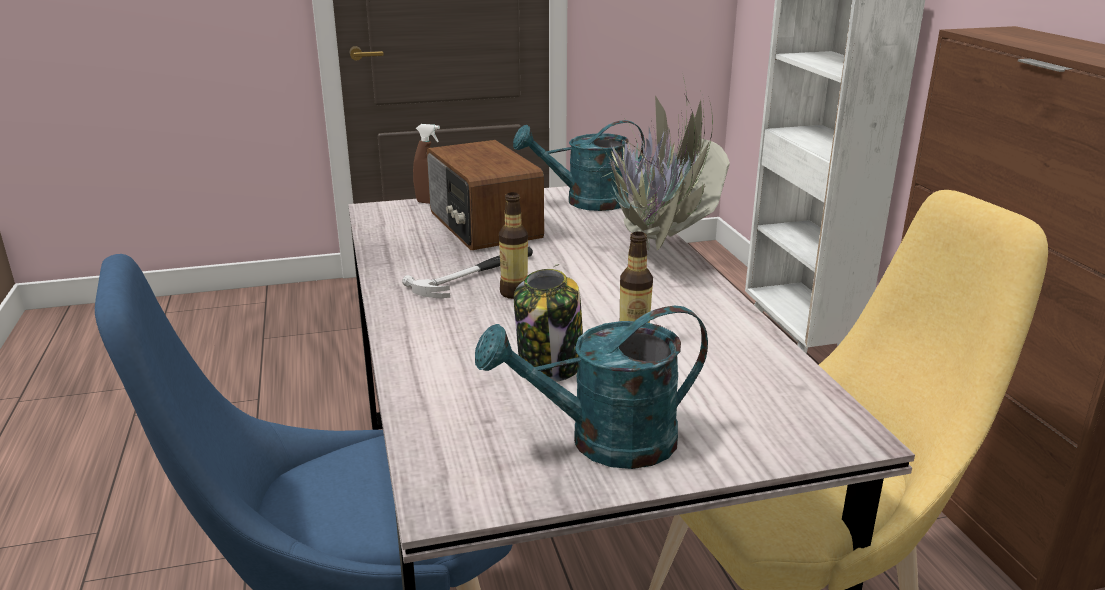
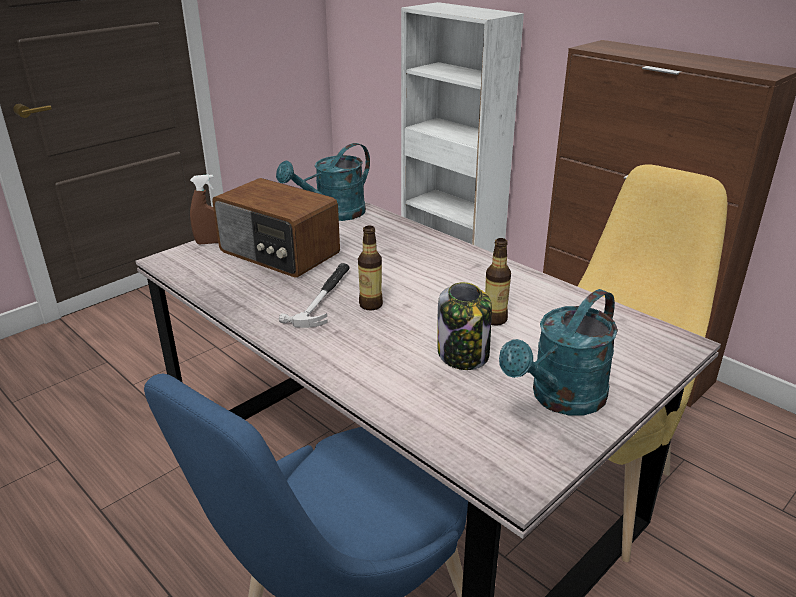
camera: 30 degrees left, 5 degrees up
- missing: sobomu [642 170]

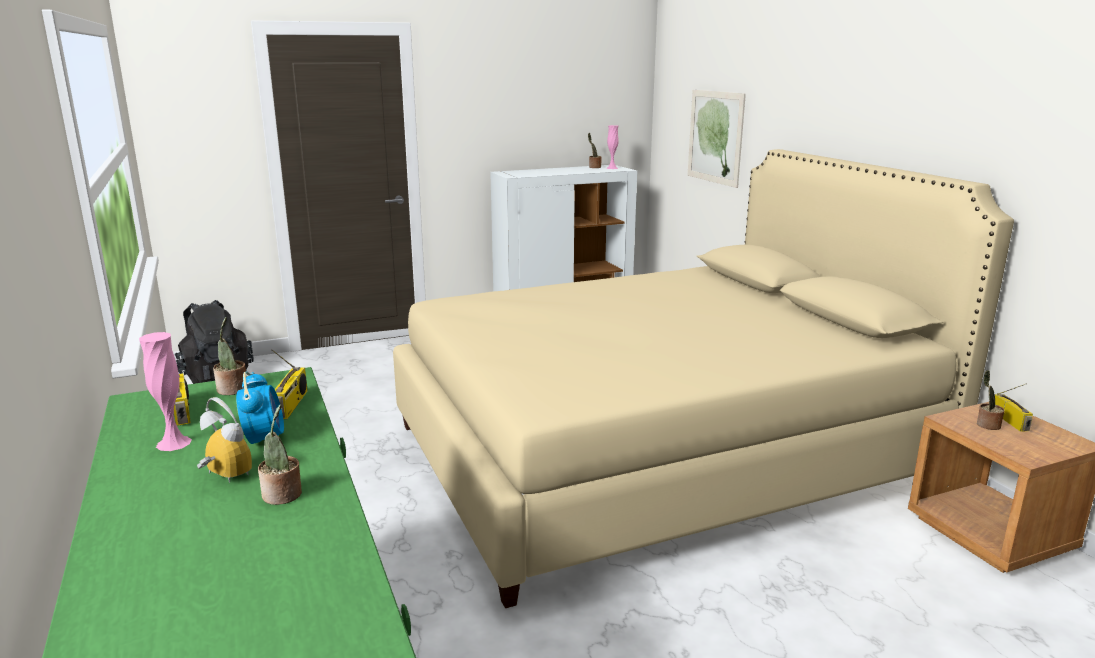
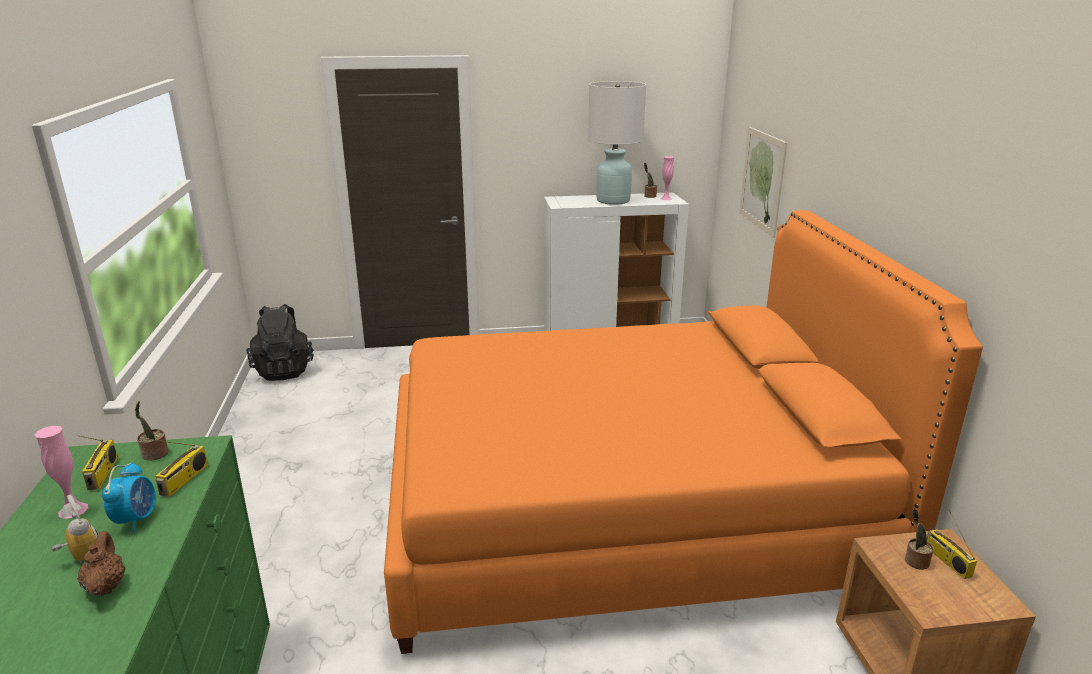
camera: 15 degrees right, 5 degrees up
- exchanged: sobomu [280 455] to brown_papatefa [101 564]
- colour: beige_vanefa [703 378] to orange_vanefa [683 432]
- spun: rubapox [1014 407] = [952 544] 150 degrees clockwise
- appeared: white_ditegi [617 143]

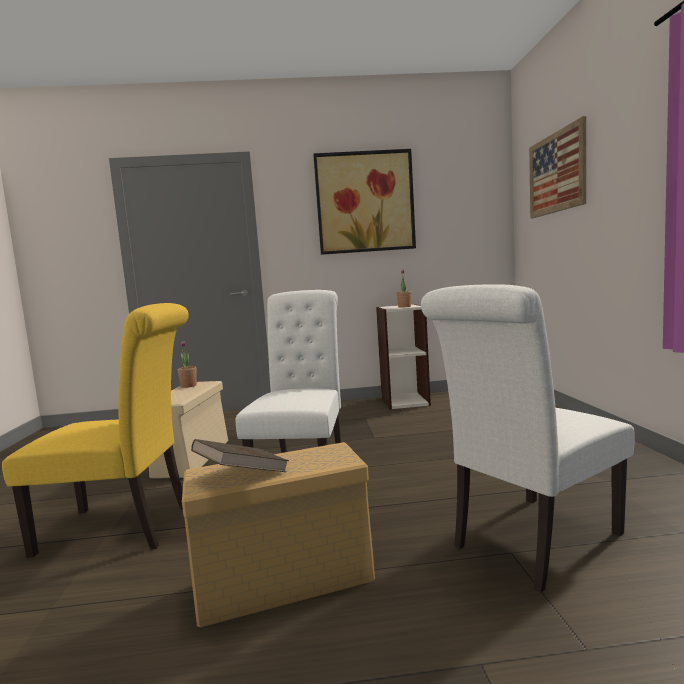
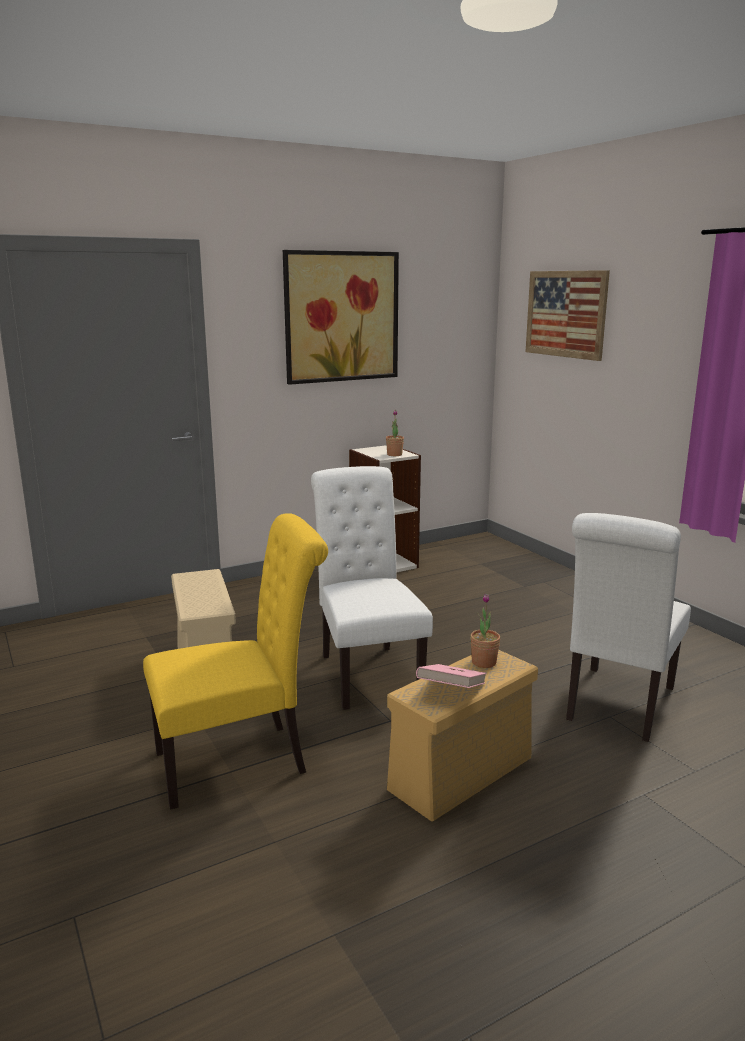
camera: 25 degrees left, 10 degrees up
- relocated: sobomu [187 364] to [485 631]
- colour: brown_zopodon [240 455] to pink_zopodon [451 676]

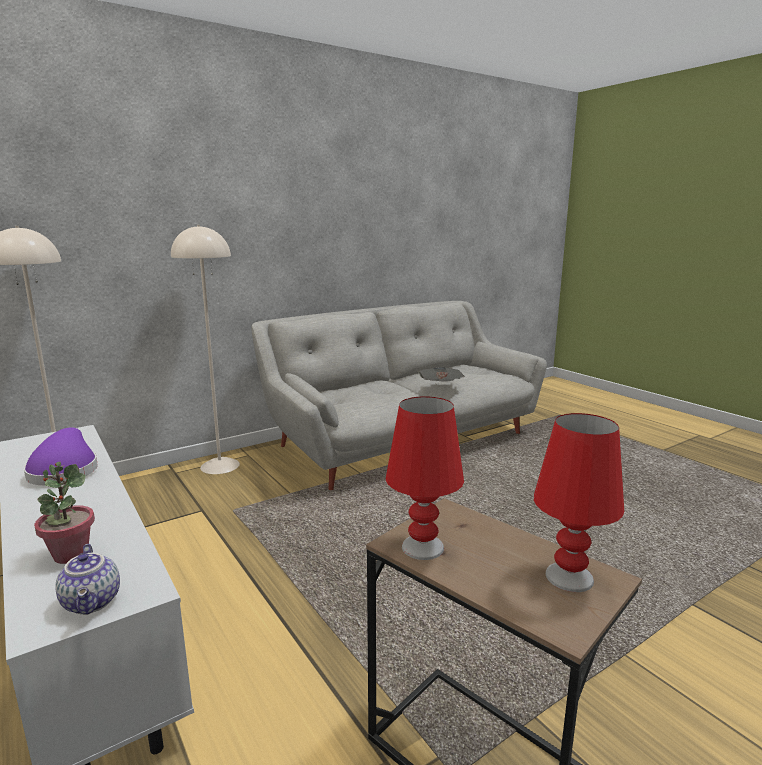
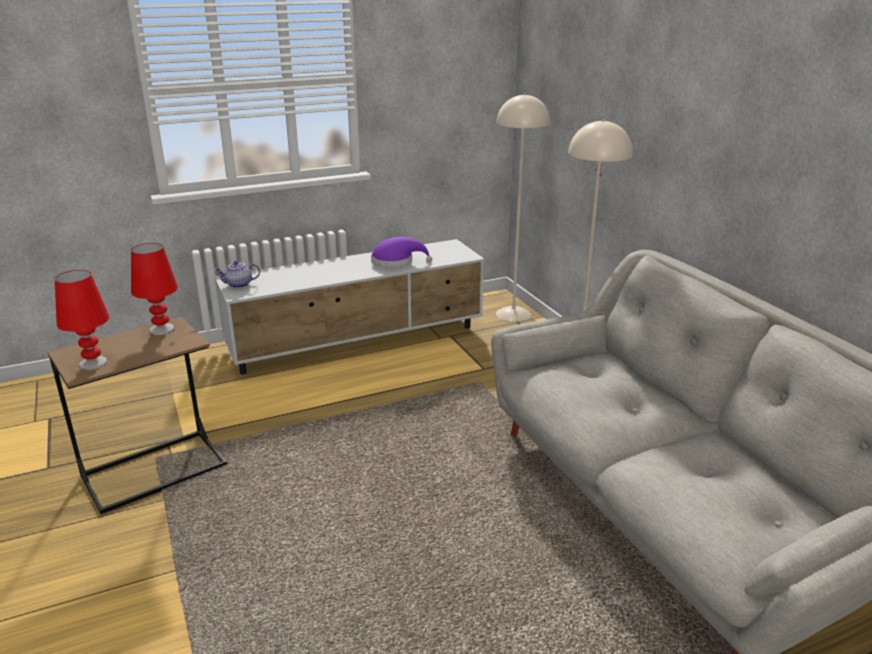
camera: 100 degrees right, 10 degrees up
- missing: sobomu [64 513]
- missing: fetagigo [440 374]

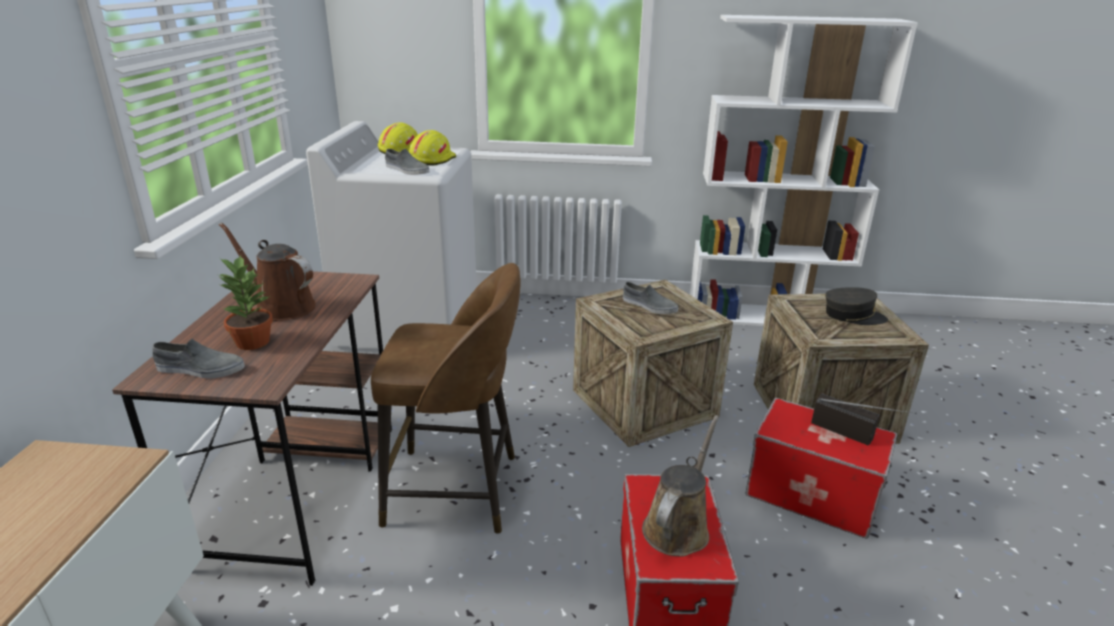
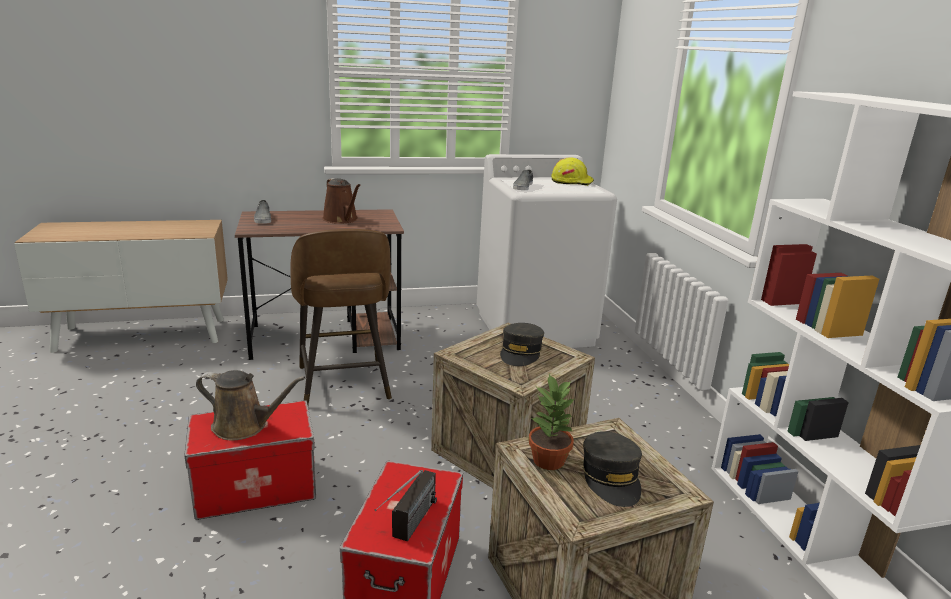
camera: 70 degrees right, 5 degrees down
- relocated: sobomu [245 302] to [552 422]
- spun: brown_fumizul [267 272] = [341 201] 135 degrees clockwise
- missing: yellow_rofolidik [432 148]
- exchanged: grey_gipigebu [650 298] to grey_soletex [522 344]

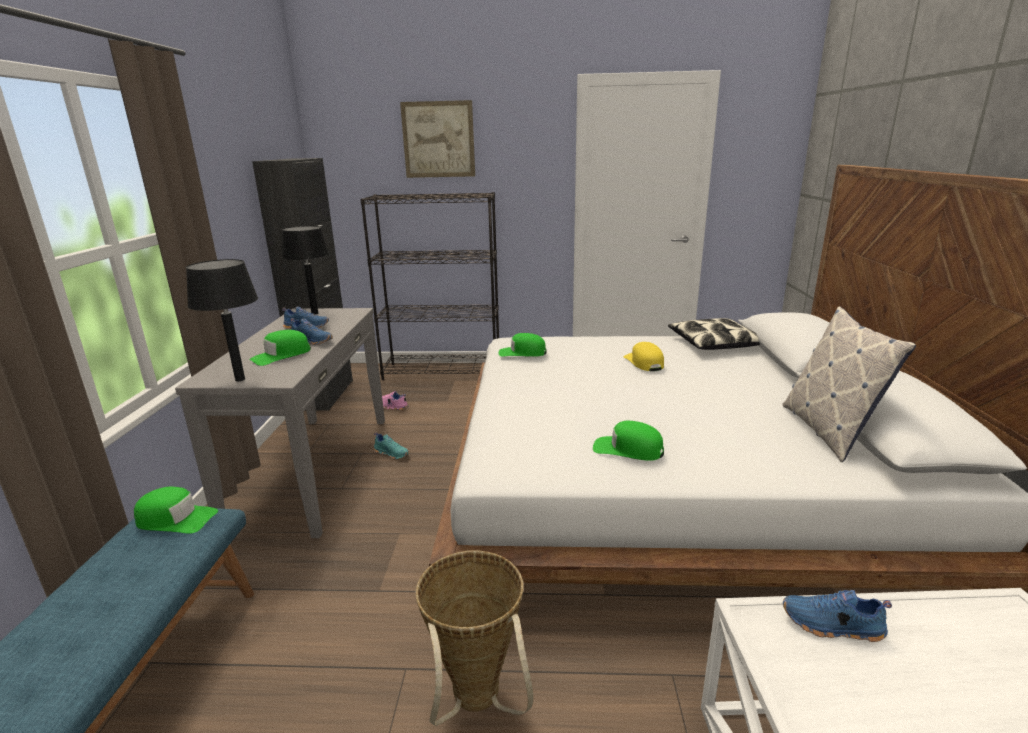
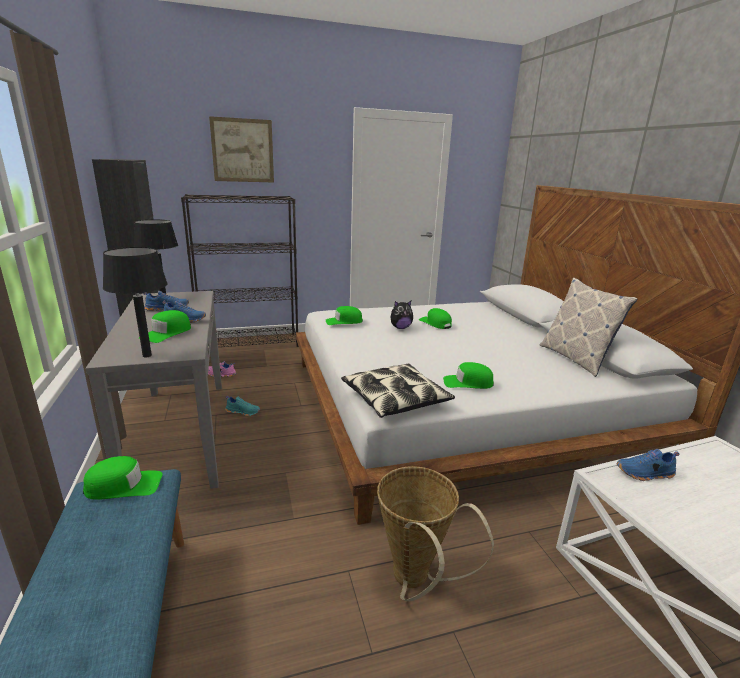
camera: 20 degrees left, 0 degrees up
- colour: yellow_soletex [643 356] to green_soletex [435 318]
- relocated: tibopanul [714 334] to [398 391]
- appeared: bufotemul [401 315]

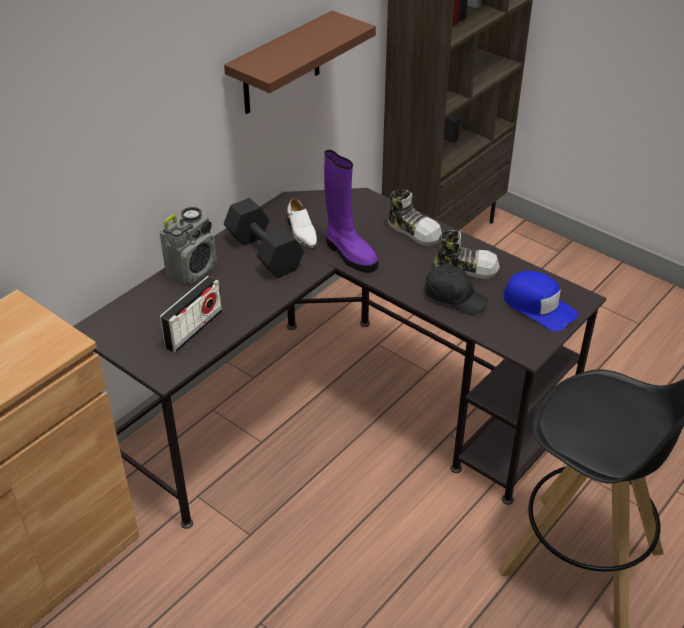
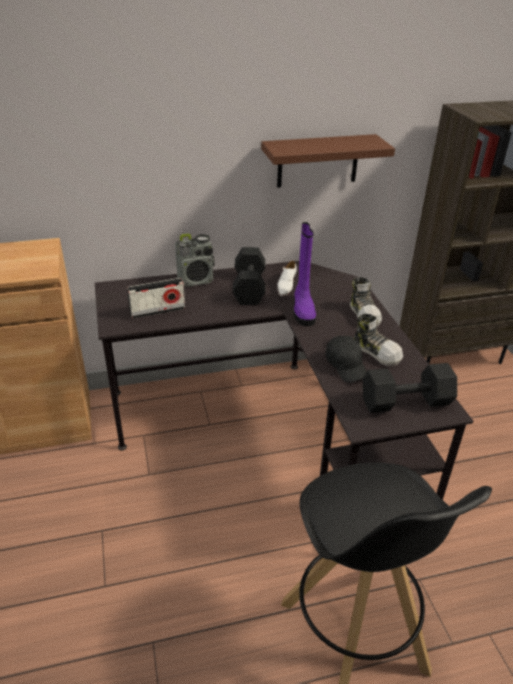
camera: 35 degrees right, 5 degrees down
- exchanged: blue_soletex [541 301] to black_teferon [410 388]

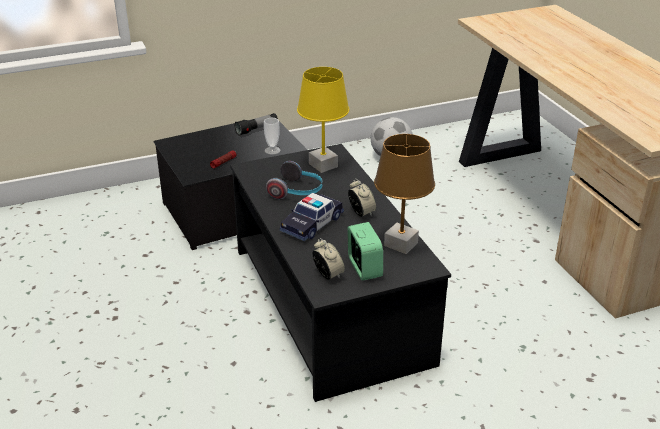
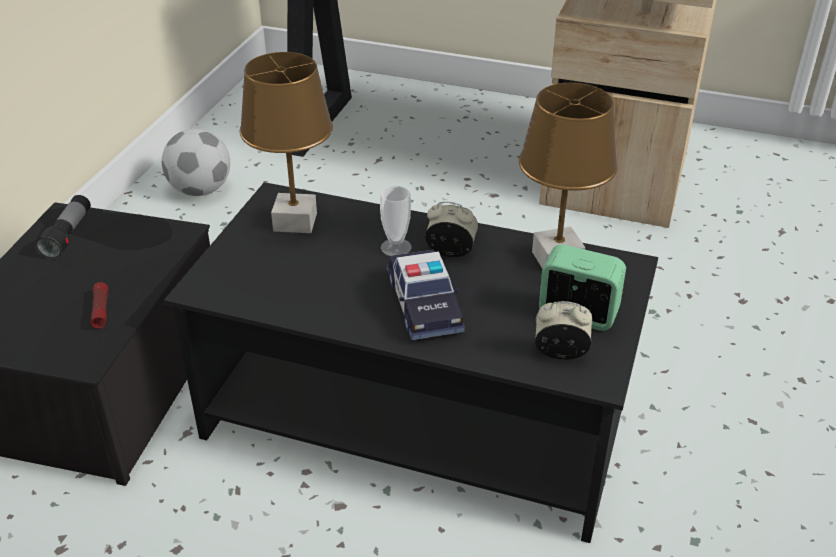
camera: 50 degrees left, 5 degrees up
- relocated: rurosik [272 136] to [396 221]
- missing: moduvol [294 180]
- colour: yellow_ditegi [323 120] to brown_ditegi [286 142]

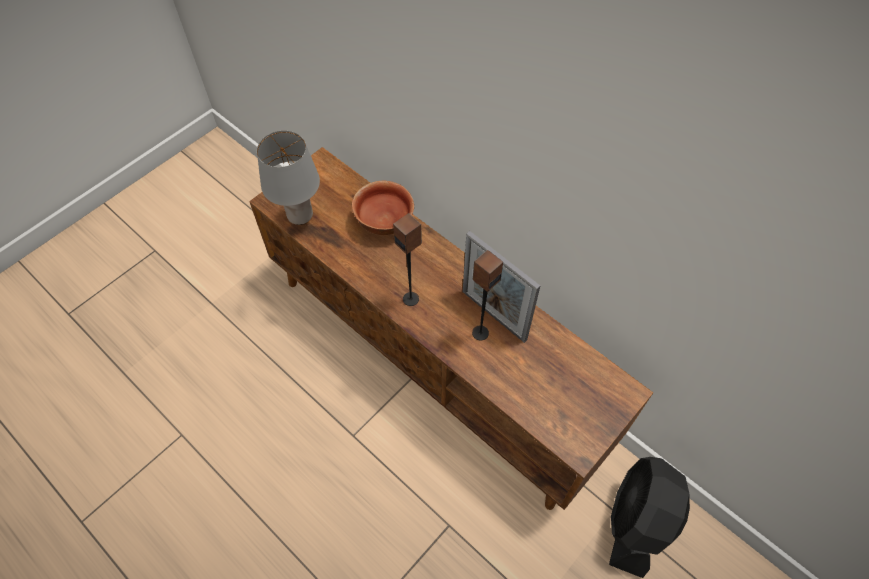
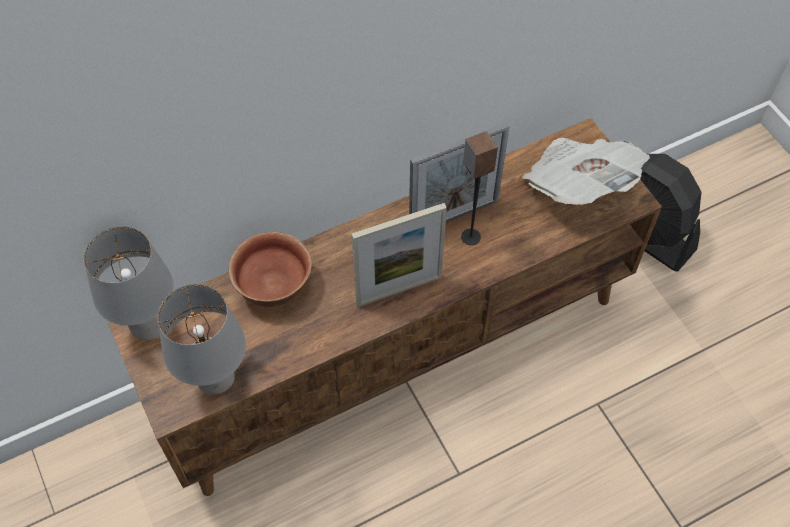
camera: 70 degrees left, 0 degrees up
- exchanged: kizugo [407 259] to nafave [399 255]
- appeared: grey_ditegi [129 283]
- appeared: fetagigo [586 171]

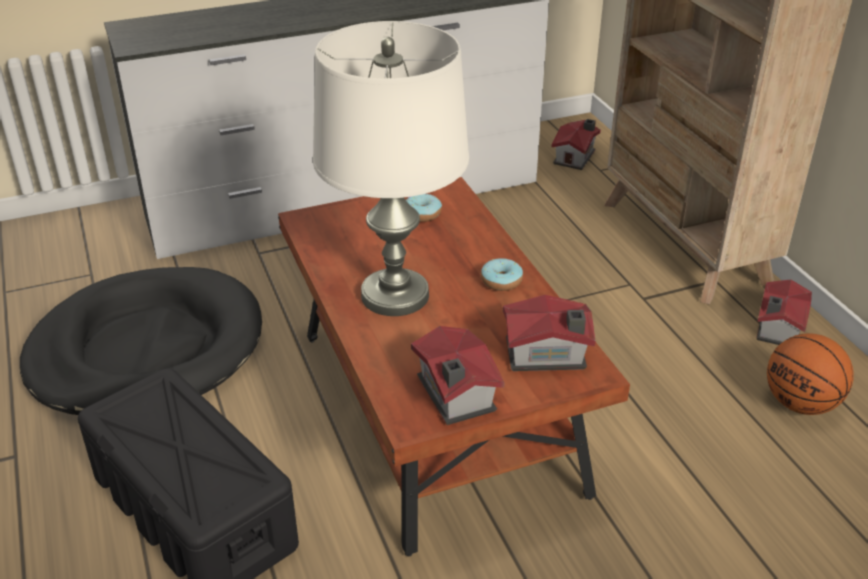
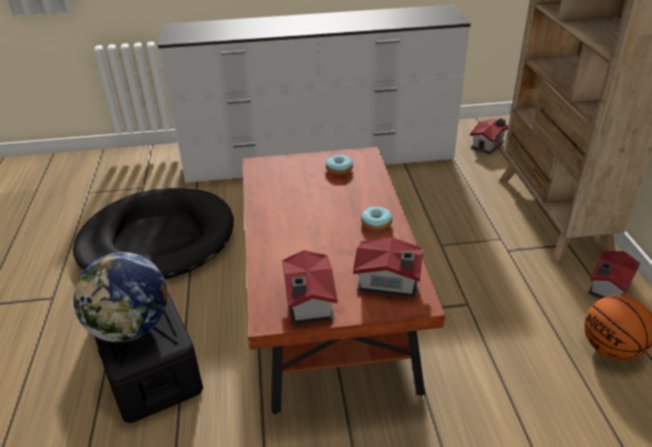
camera: 15 degrees right, 0 degrees up
- missing: white_ditegi [391 168]
- appeared: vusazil [120 297]

